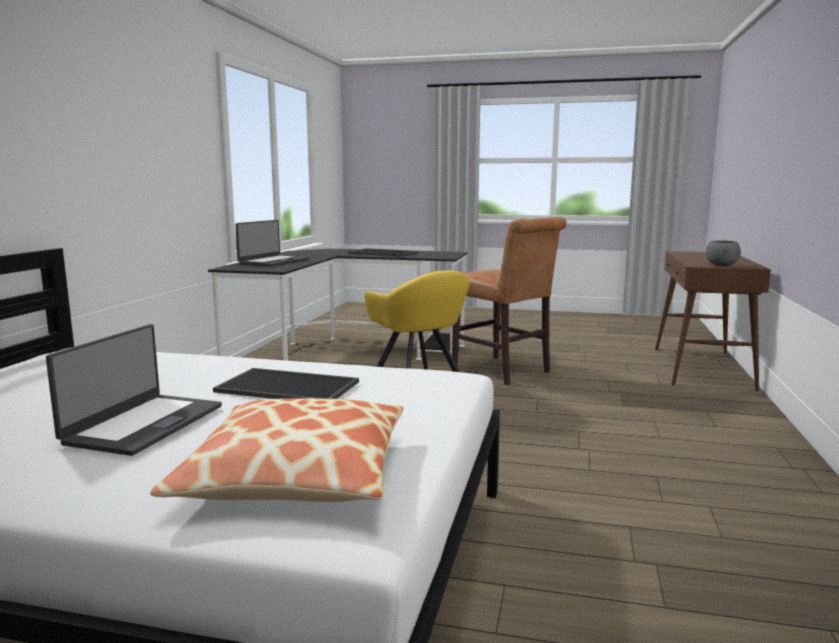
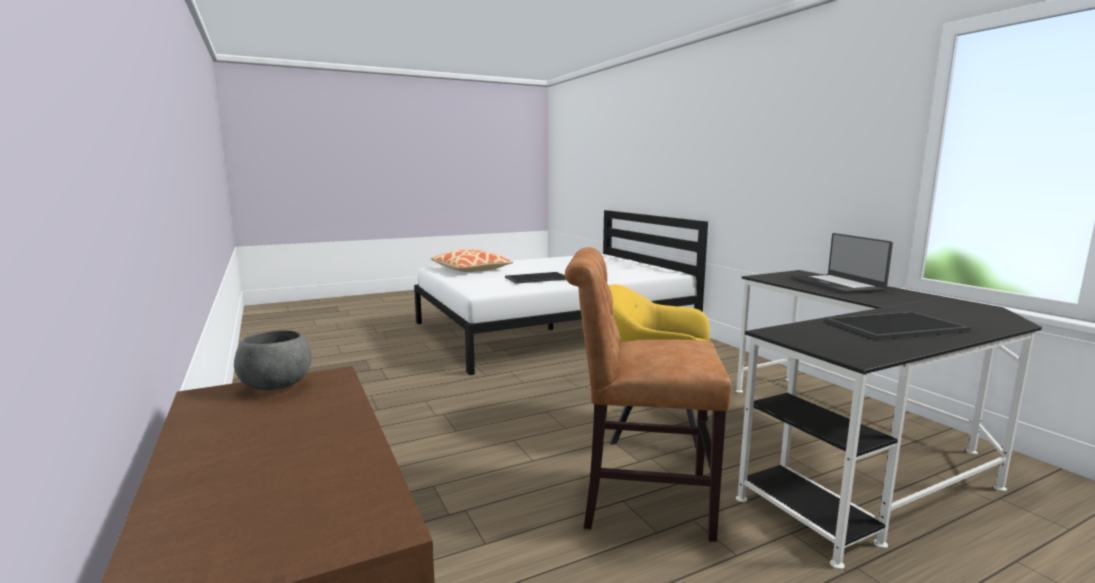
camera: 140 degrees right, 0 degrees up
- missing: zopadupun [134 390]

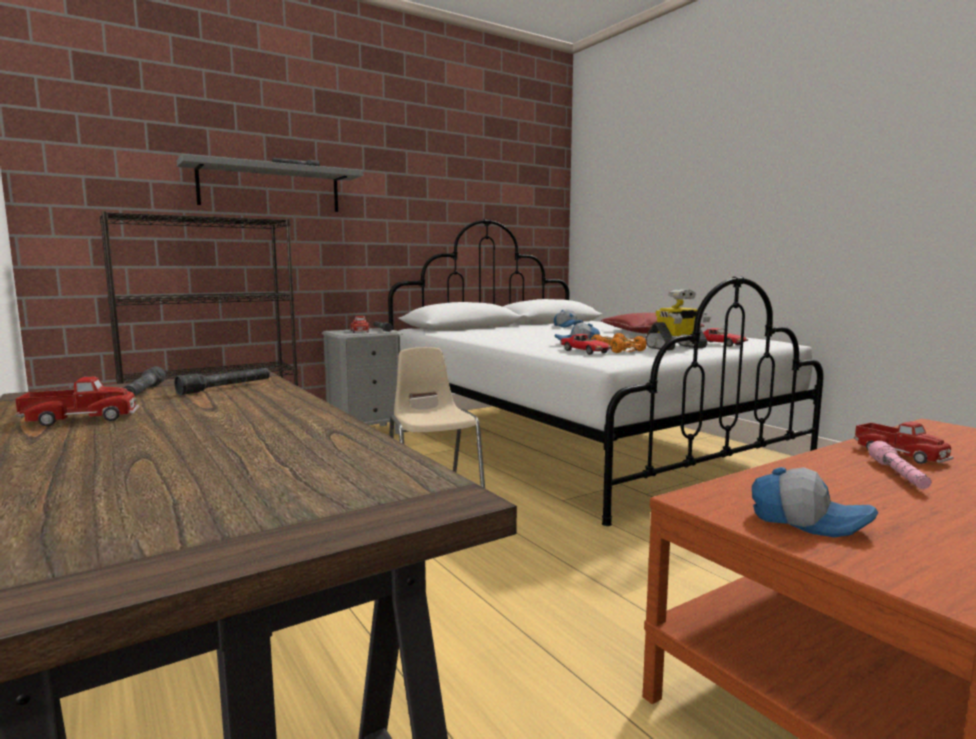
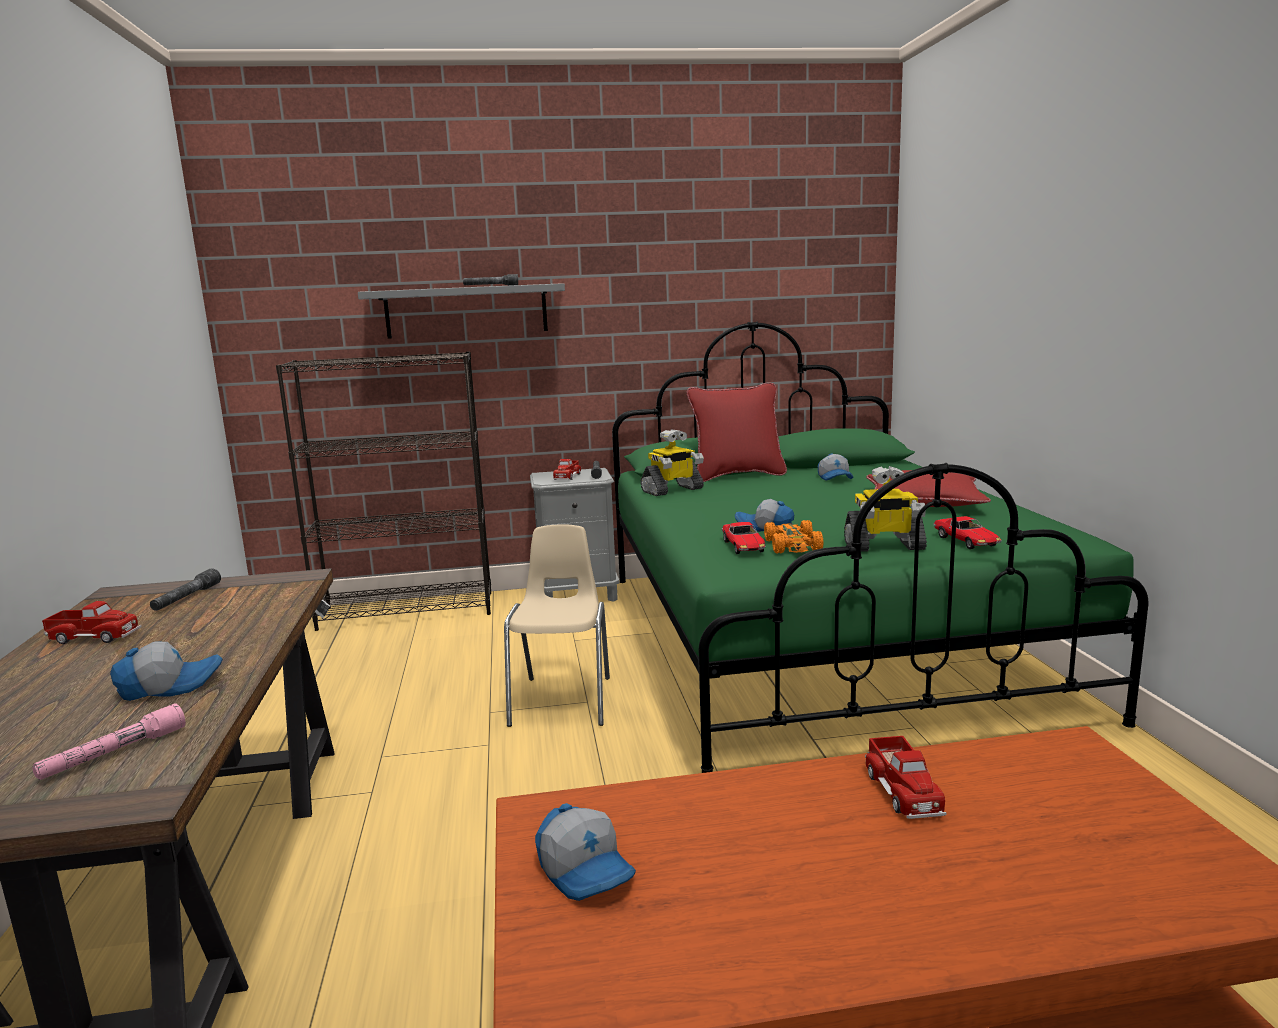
camera: 25 degrees right, 5 degrees up
- missing: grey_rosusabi [222 381]
- colour: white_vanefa [606 372] to green_vanefa [880 547]
- relocated: pink_rosusabi [899 465] to [109 741]
- appeared: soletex [166 671]
- appeared: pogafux [672 462]
- appeared: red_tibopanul [737 432]

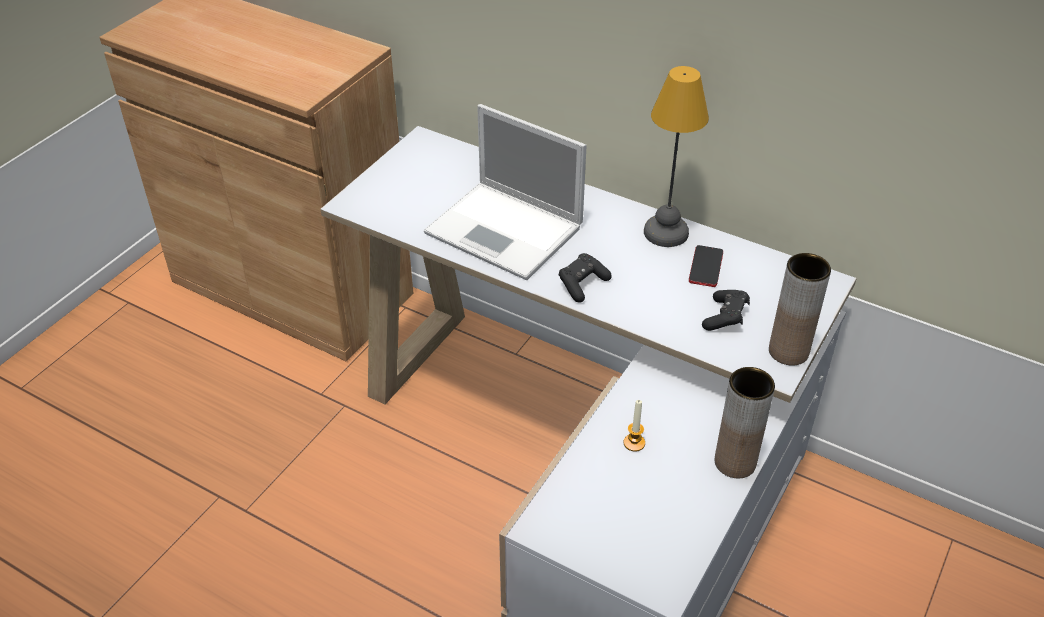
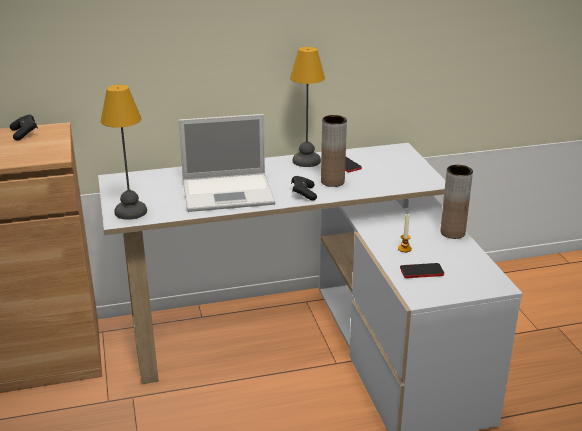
camera: 45 degrees left, 15 degrees down
- relocated: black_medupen [726 310] to [24 128]
- relocated: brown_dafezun [800 309] to [334 151]
- appeared: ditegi [124 152]
- appeared: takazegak [422 270]

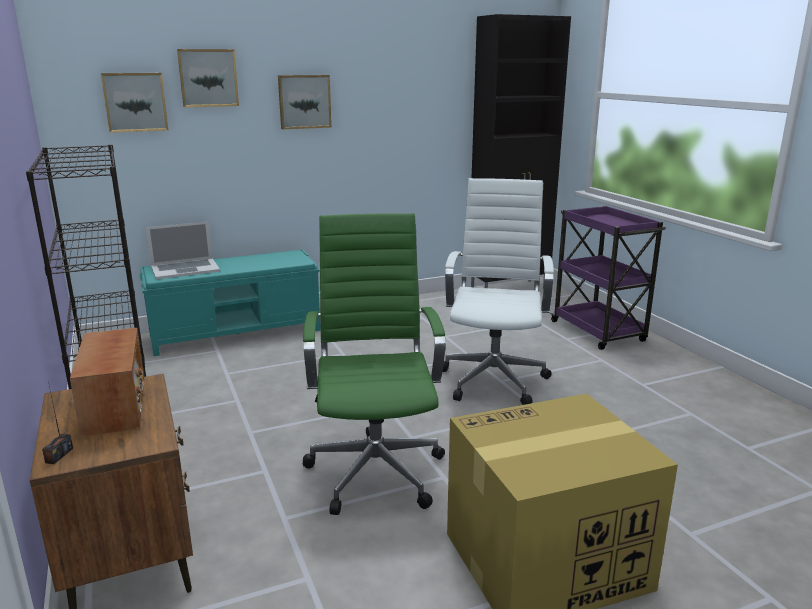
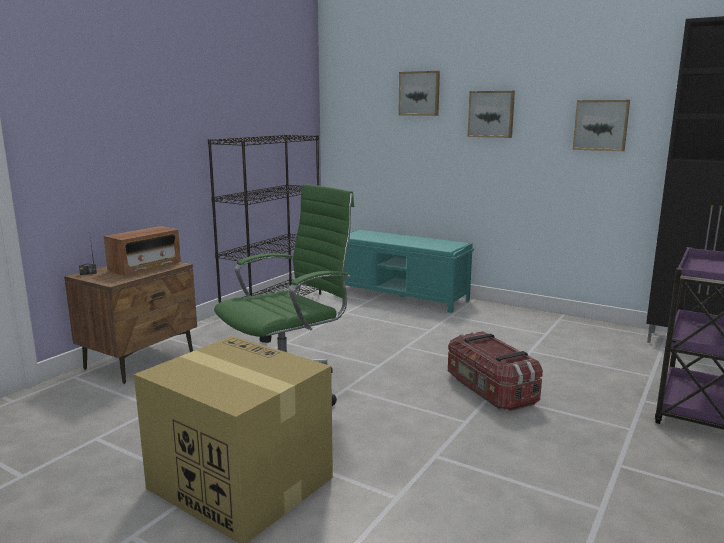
camera: 55 degrees right, 5 degrees down
- relocated: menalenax [134 103] to [601 125]
- missing: zopadupun [183 250]
- exchanged: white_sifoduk [498 291] to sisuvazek [495 371]

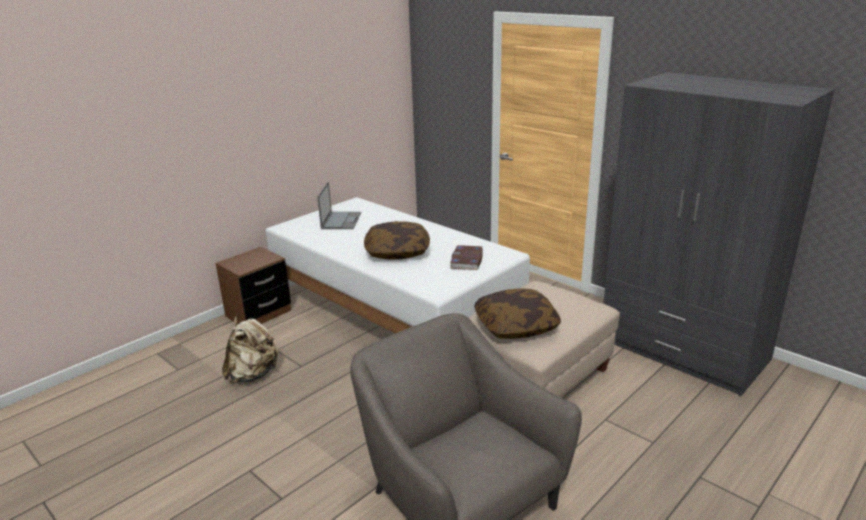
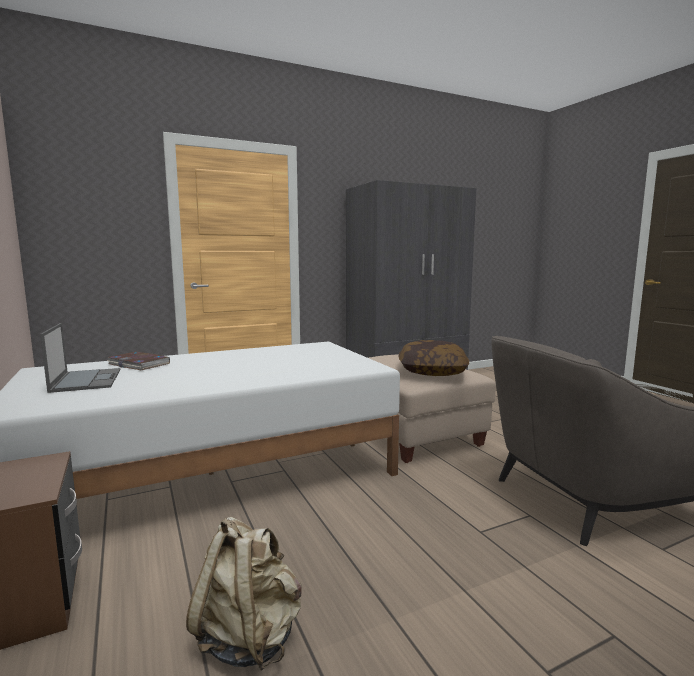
camera: 70 degrees left, 15 degrees down
- spun: zopadupun [339 205] = [80 358] 45 degrees clockwise
- missing: tibopanul [397 240]
- relocated: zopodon [466 258] to [138 361]

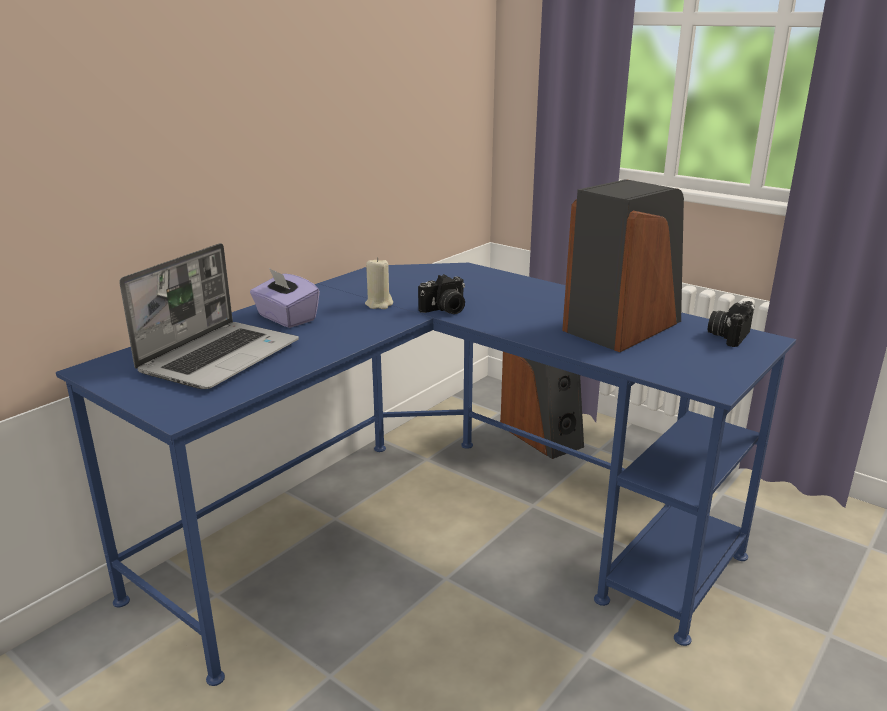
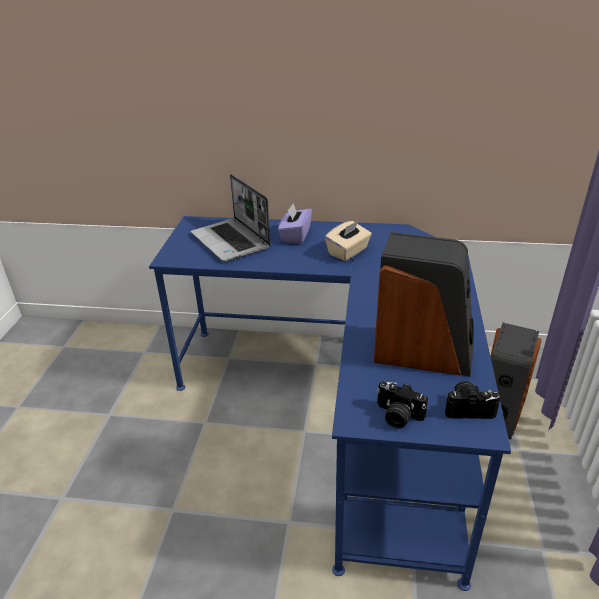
camera: 60 degrees right, 10 degrees up
- spun: zopadupun [209 316] = [231 217] 60 degrees clockwise
- exchanged: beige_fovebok [379 283] to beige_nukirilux [348 241]
- relocated: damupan [441 294] to [402 405]

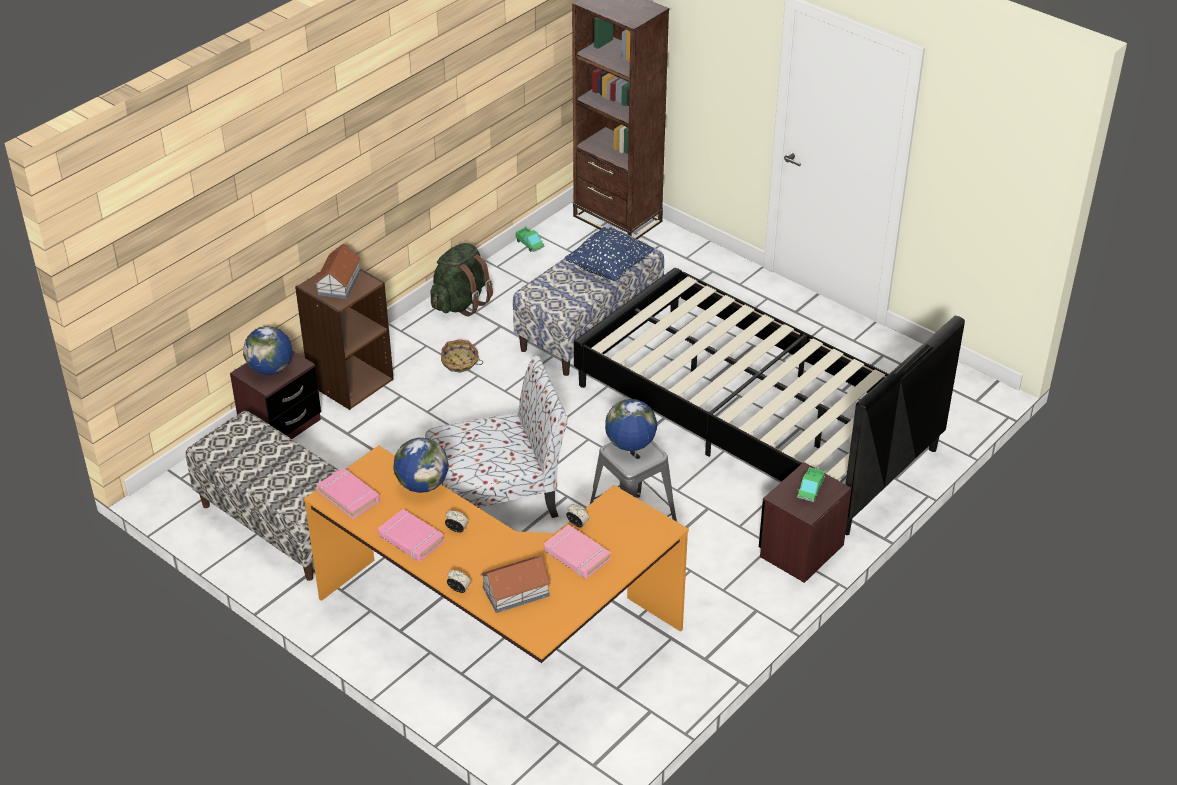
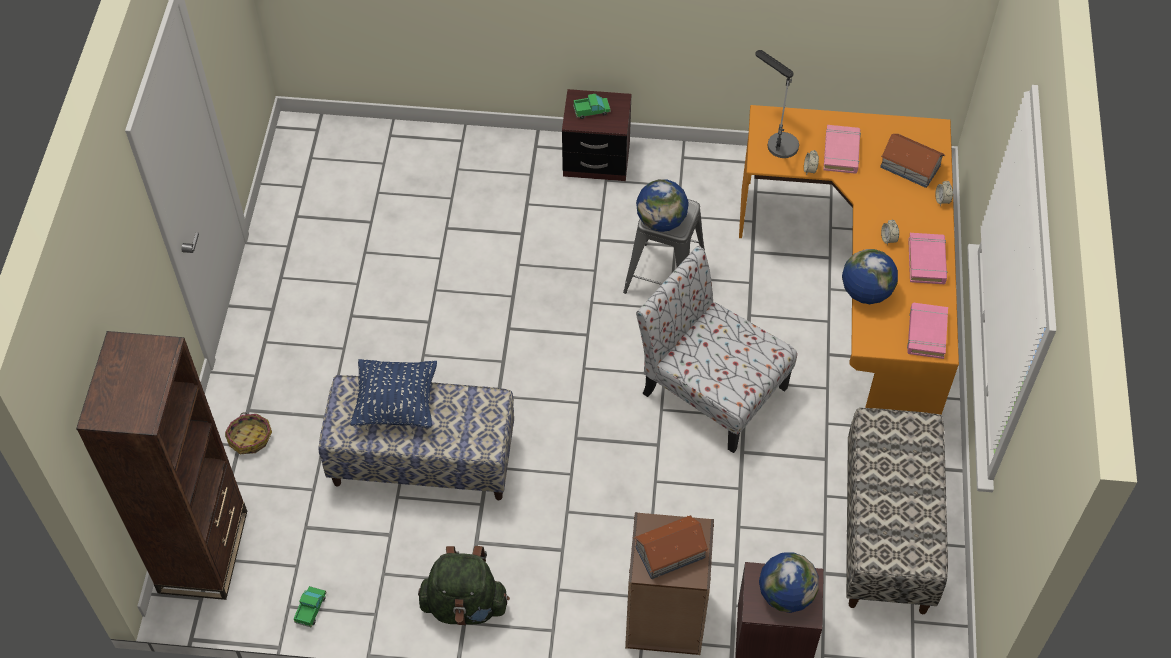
camera: 125 degrees left, 15 degrees up
- relocated: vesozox [462 356] to [248 434]
- missing: black_vanefa [769 401]
- appeared: ditegi [777 104]

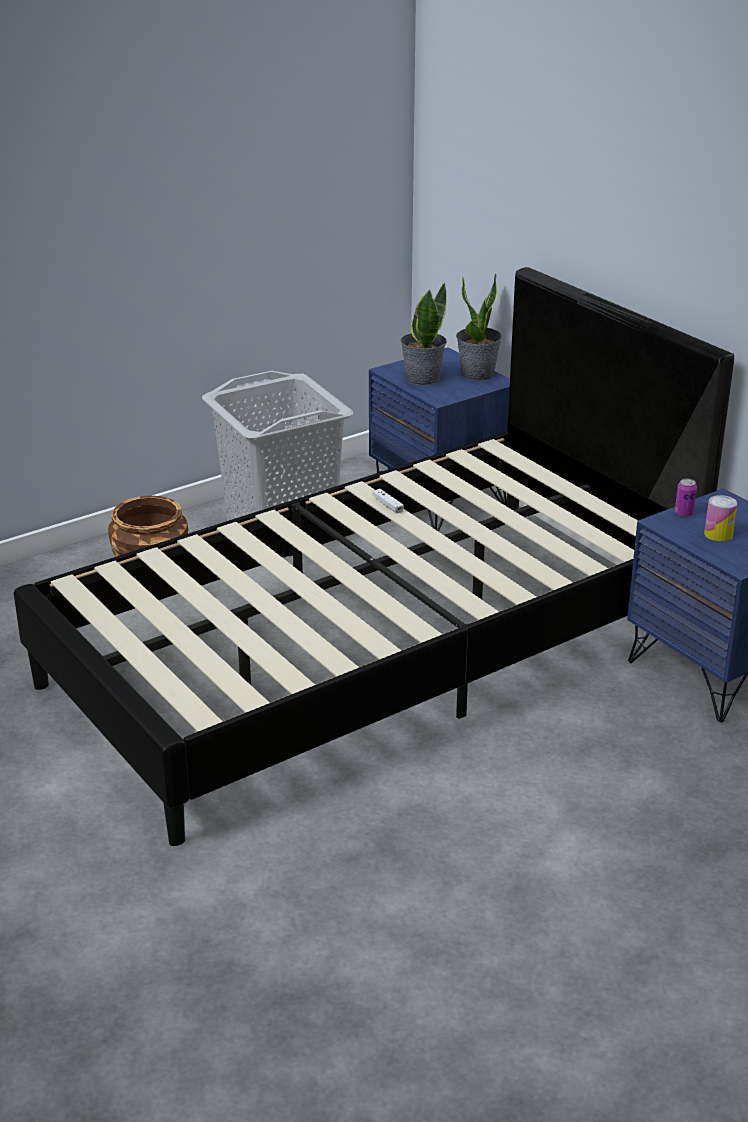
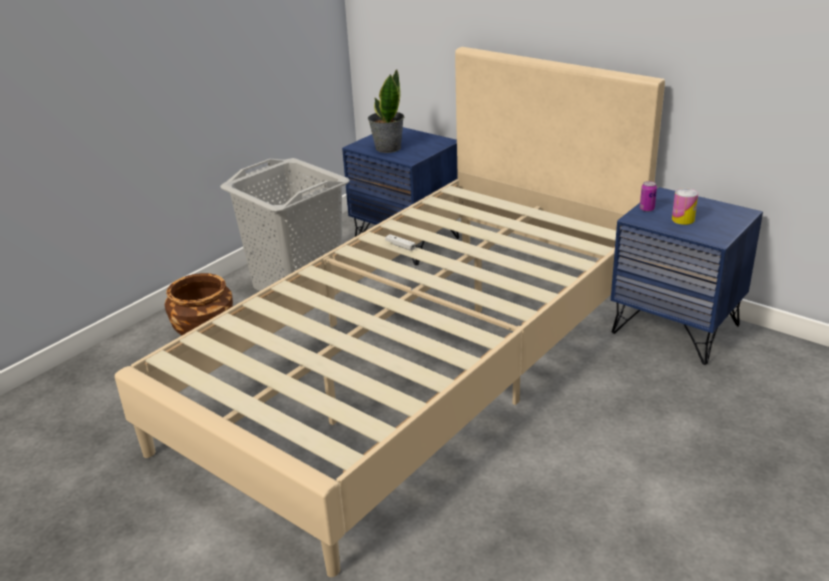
camera: 15 degrees left, 0 degrees up
- colour: black_vanefa [374 556] to beige_vanefa [390 312]
- missing: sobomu [479 327]

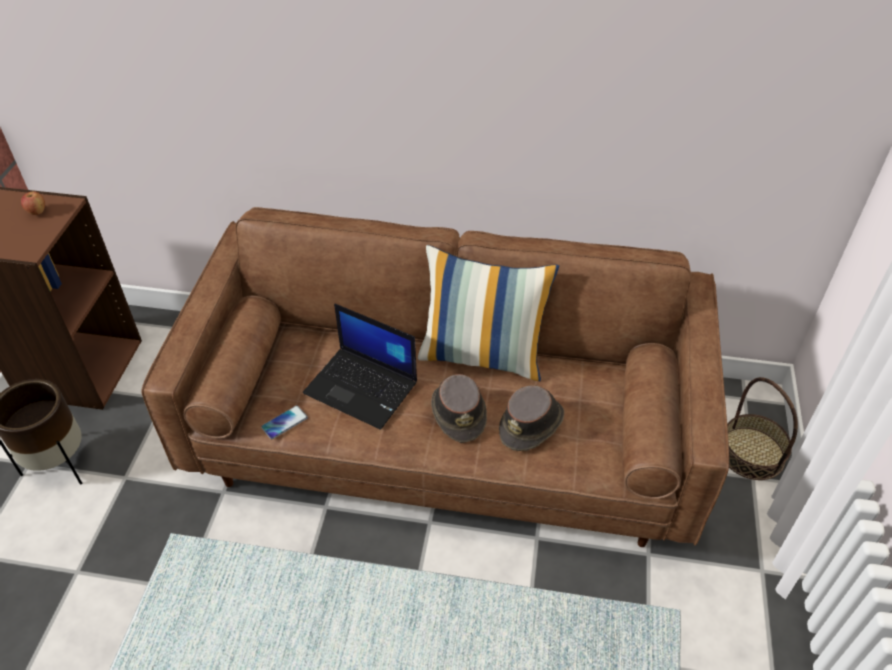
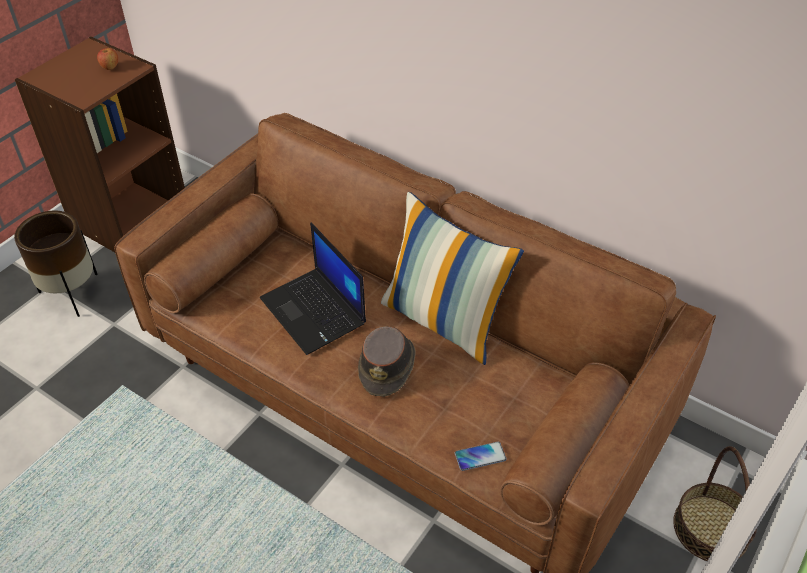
camera: 25 degrees right, 0 degrees up
- relocated: takazegak [284 422] to [481 456]
- missing: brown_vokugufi [531 418]

